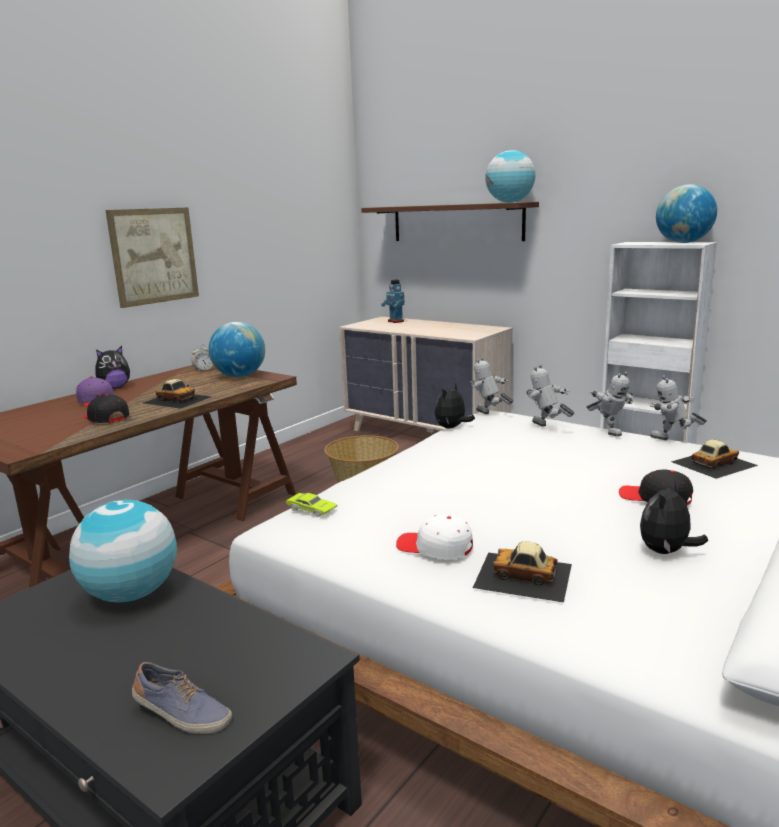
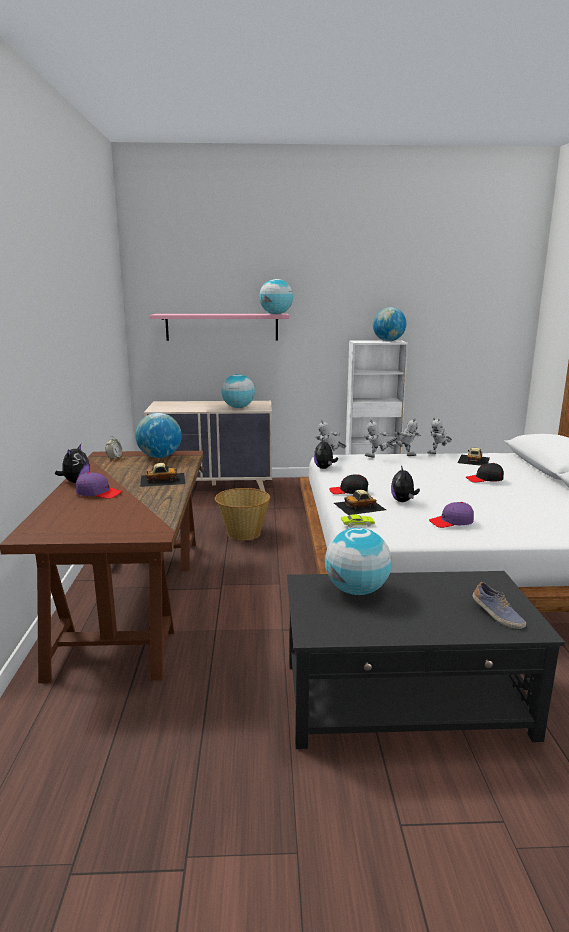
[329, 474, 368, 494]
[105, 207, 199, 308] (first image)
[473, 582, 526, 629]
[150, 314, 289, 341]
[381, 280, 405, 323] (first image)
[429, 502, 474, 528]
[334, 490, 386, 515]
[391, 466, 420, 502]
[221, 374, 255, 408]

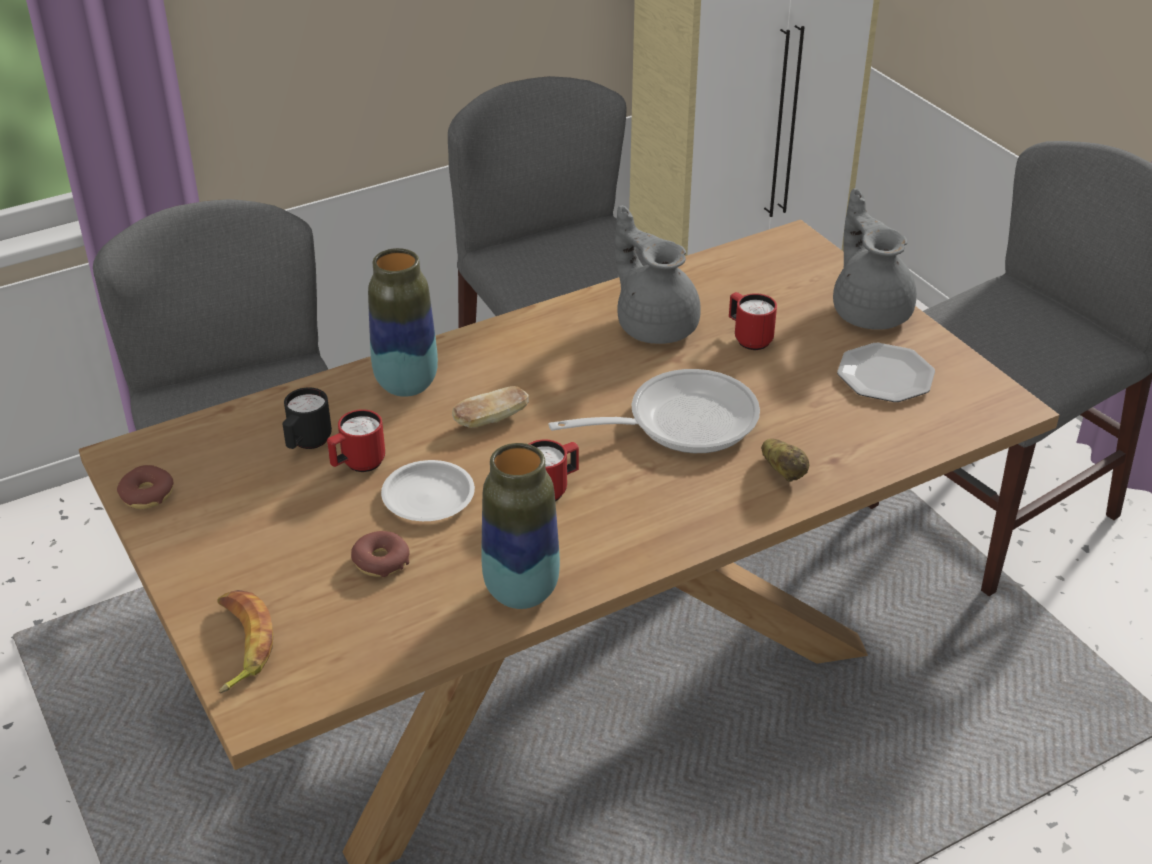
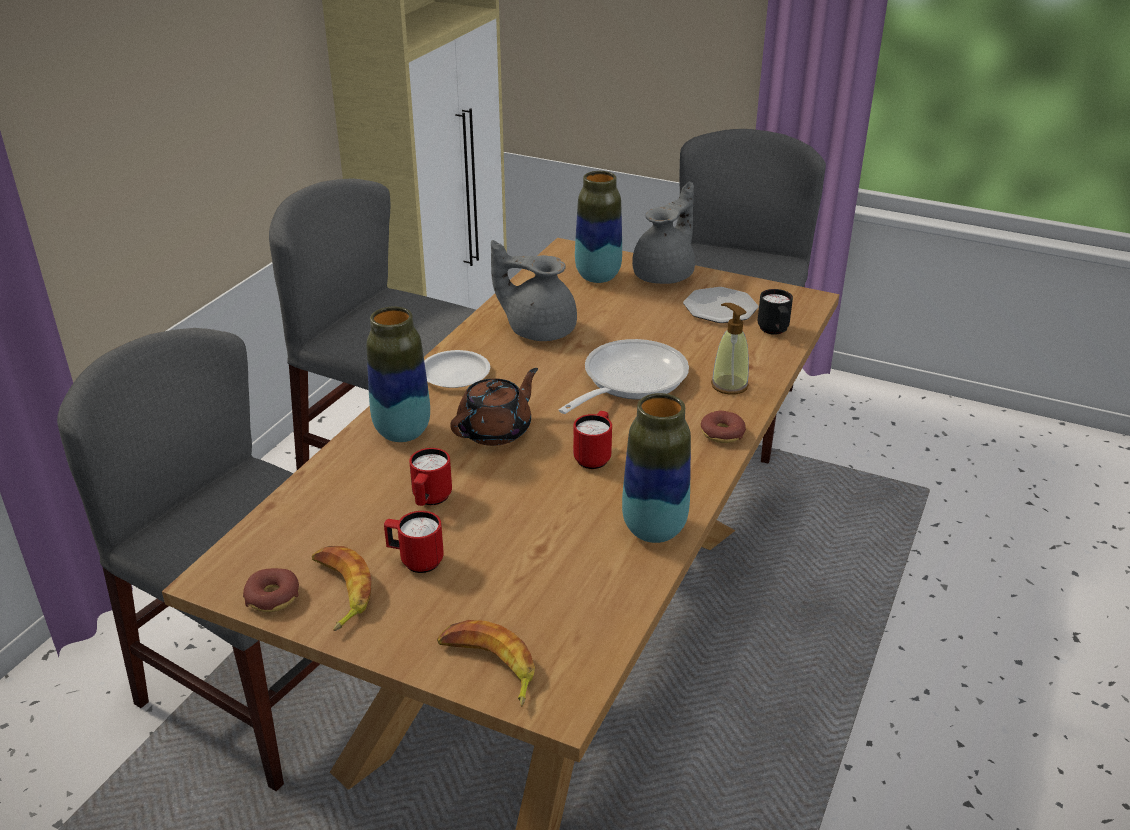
[758, 289, 793, 335]
[701, 411, 746, 443]
[424, 350, 490, 388]
[450, 368, 538, 446]
[384, 511, 444, 573]
[711, 303, 749, 395]
[632, 181, 695, 284]
[312, 546, 372, 631]
[575, 171, 622, 283]

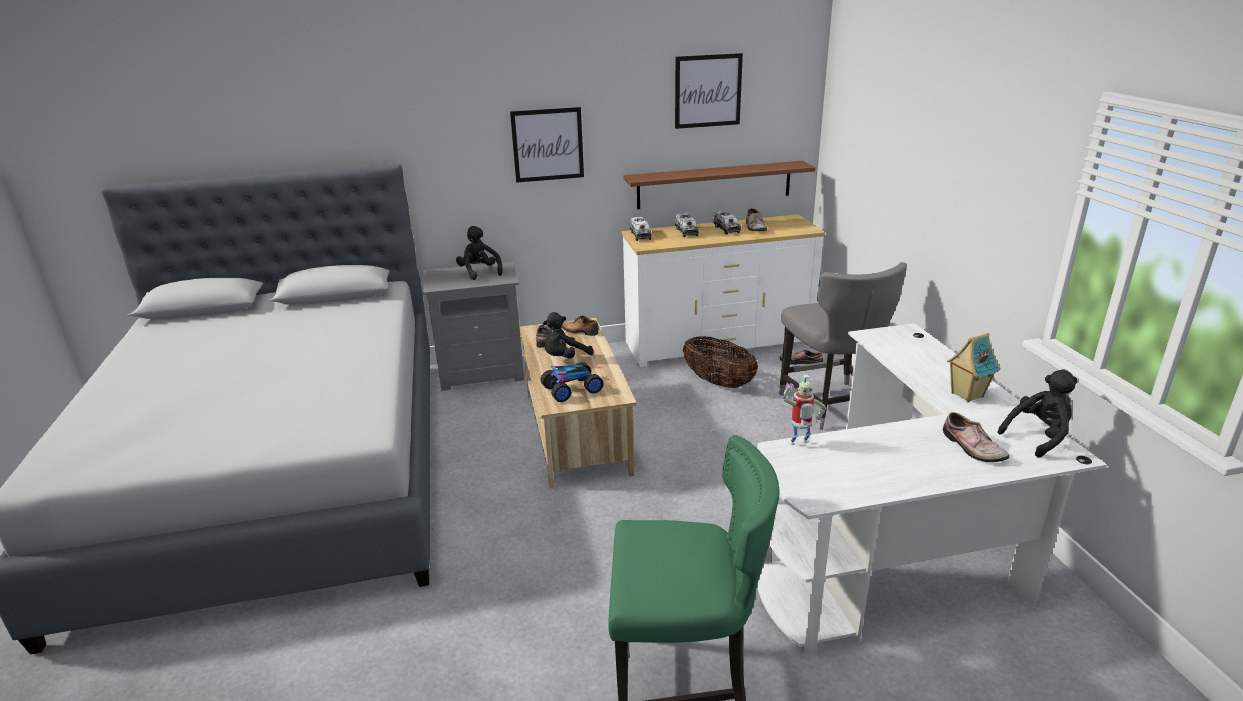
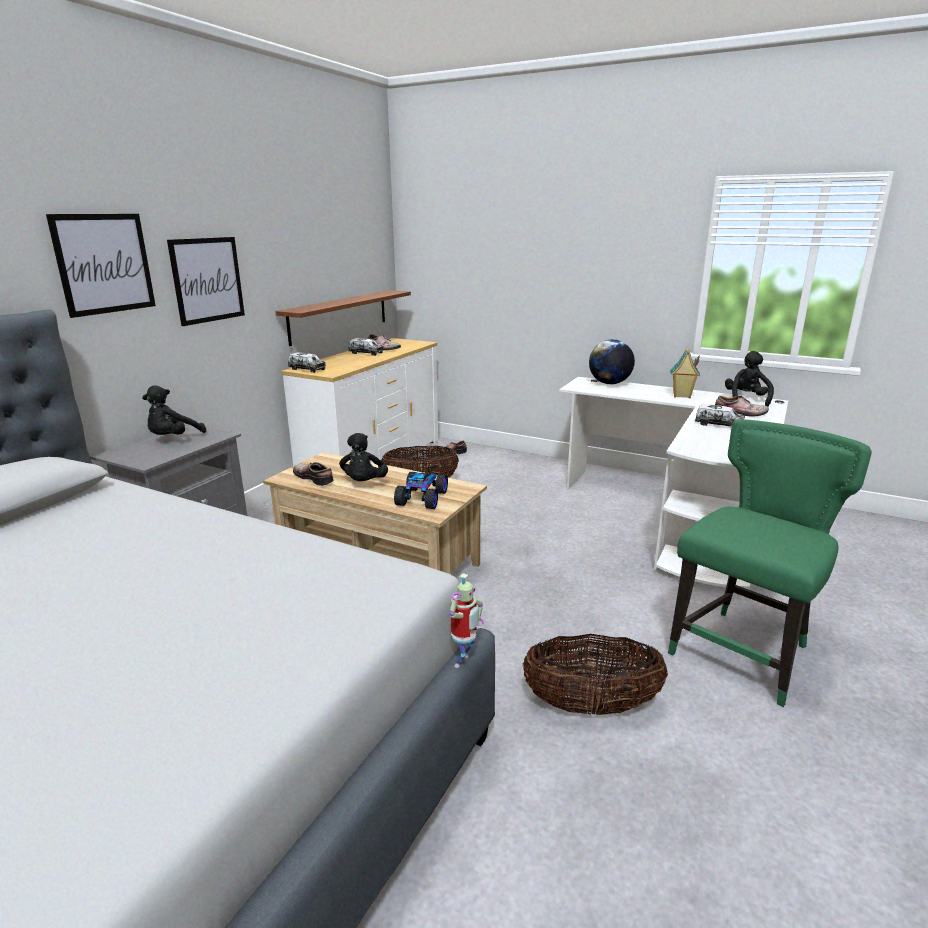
[142, 385, 206, 435]
[562, 316, 599, 336] (first image)
[46, 214, 156, 318]
[695, 404, 745, 426]
[779, 262, 907, 430] (first image)
[449, 573, 484, 668]
[523, 634, 668, 715]
[589, 339, 635, 384]

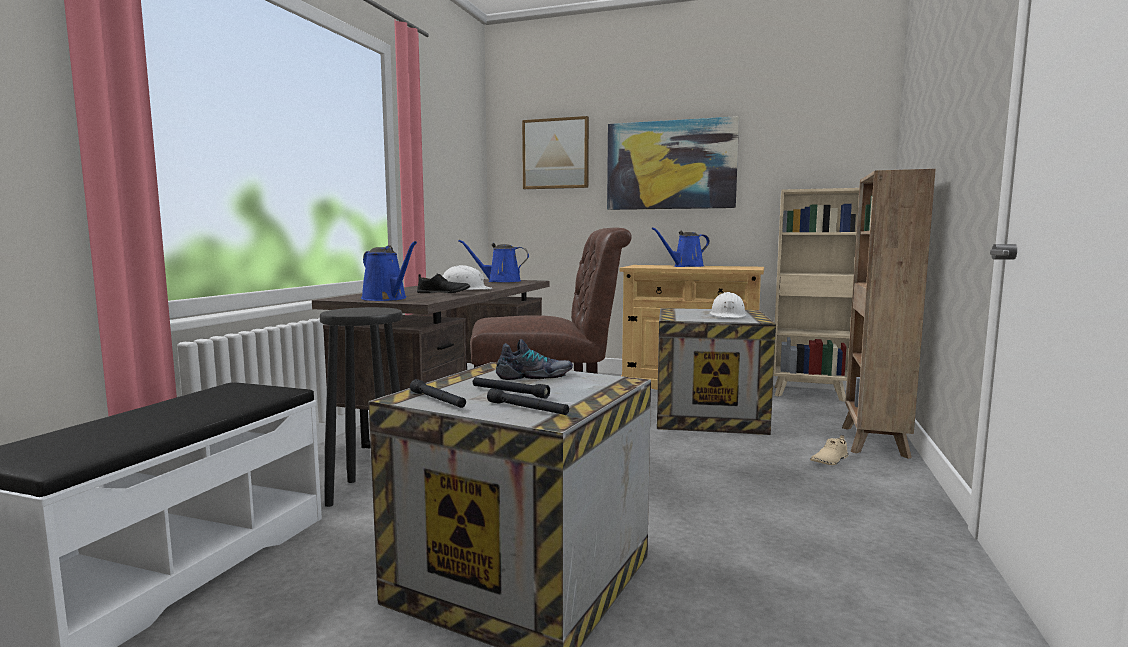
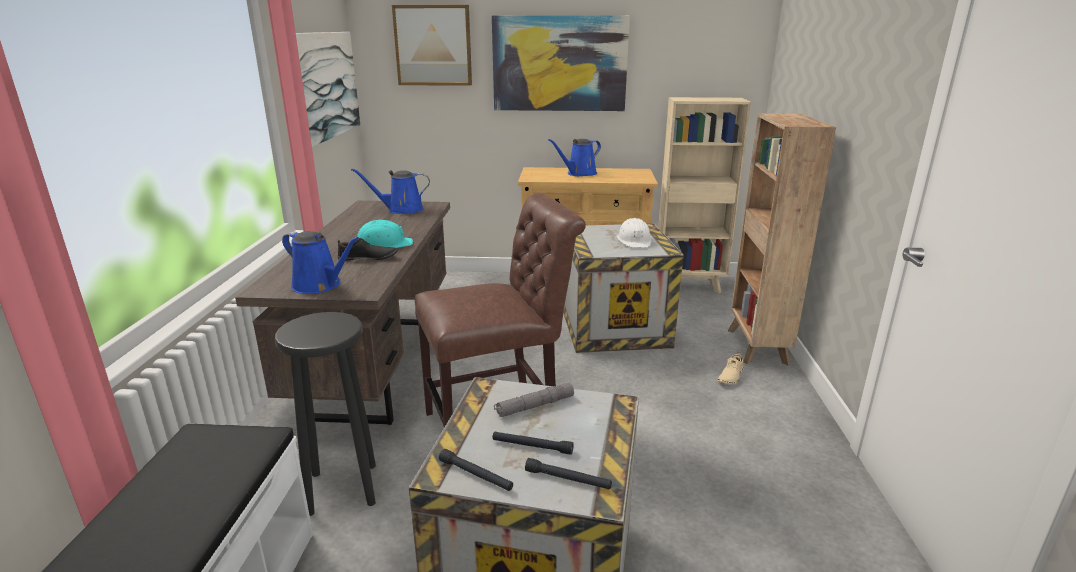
[355, 220, 413, 248]
[494, 383, 574, 417]
[296, 32, 360, 147]

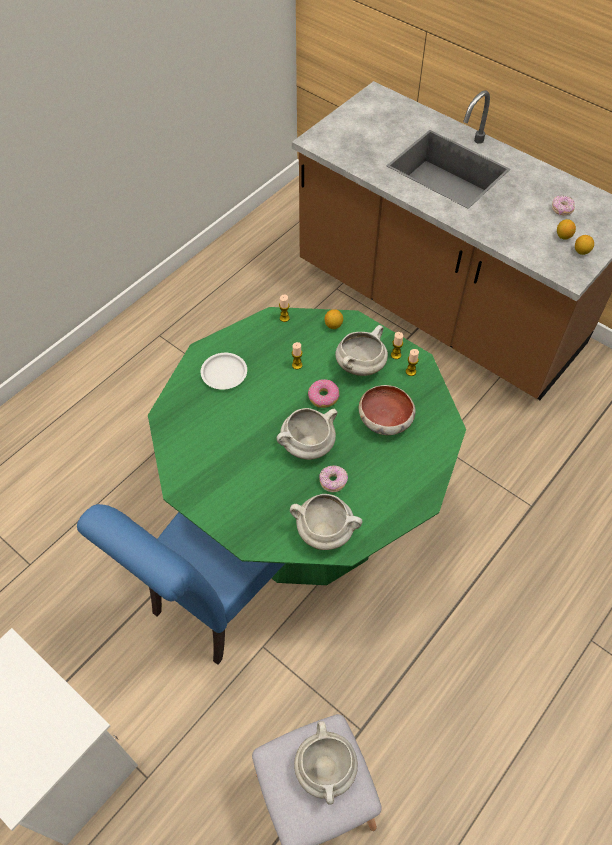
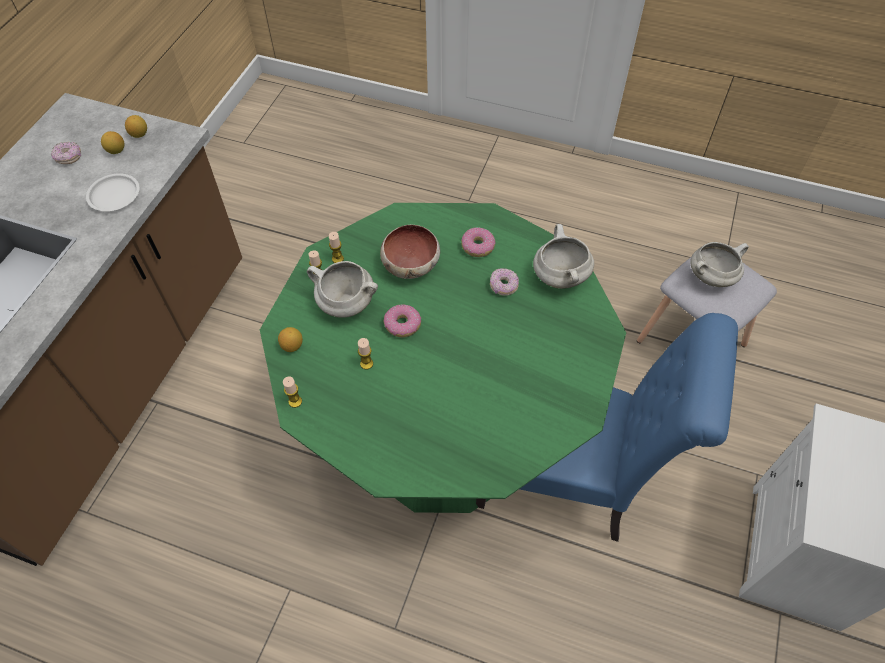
[86, 173, 140, 211]
[277, 408, 338, 460] (first image)
[461, 227, 495, 257]

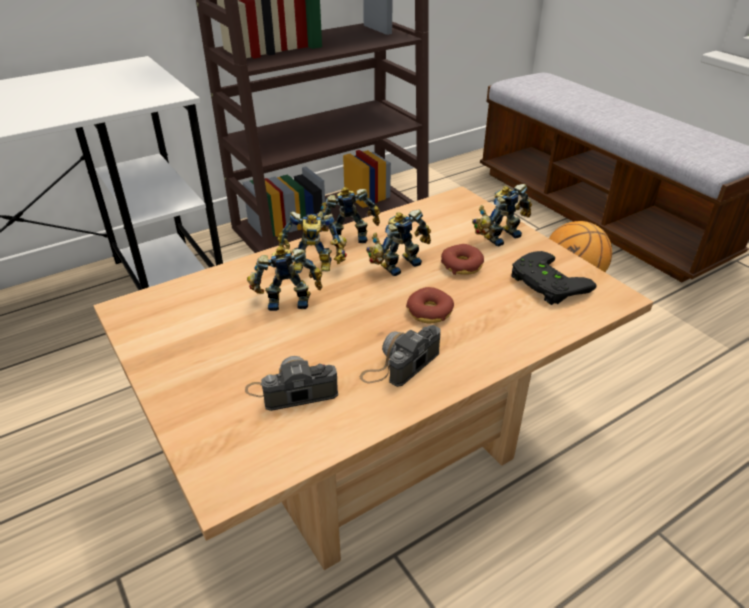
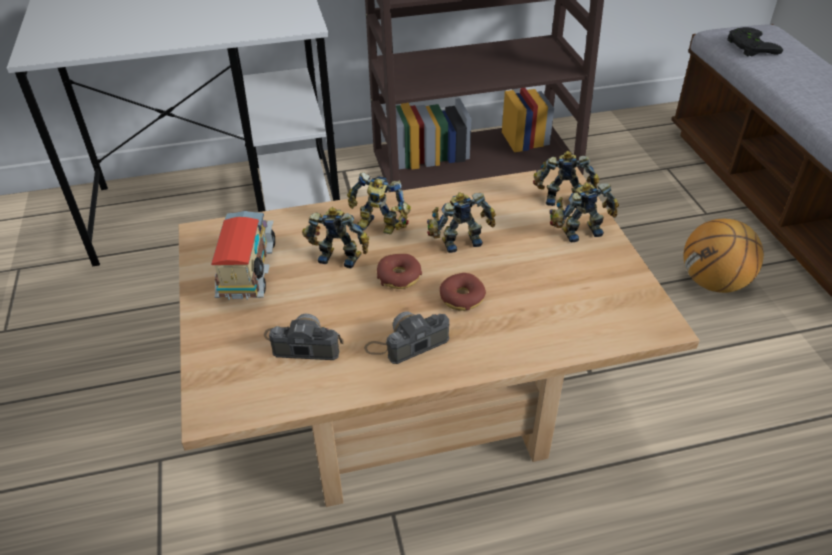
[533, 151, 599, 208]
[377, 254, 422, 289]
[727, 27, 783, 57]
[211, 211, 275, 300]

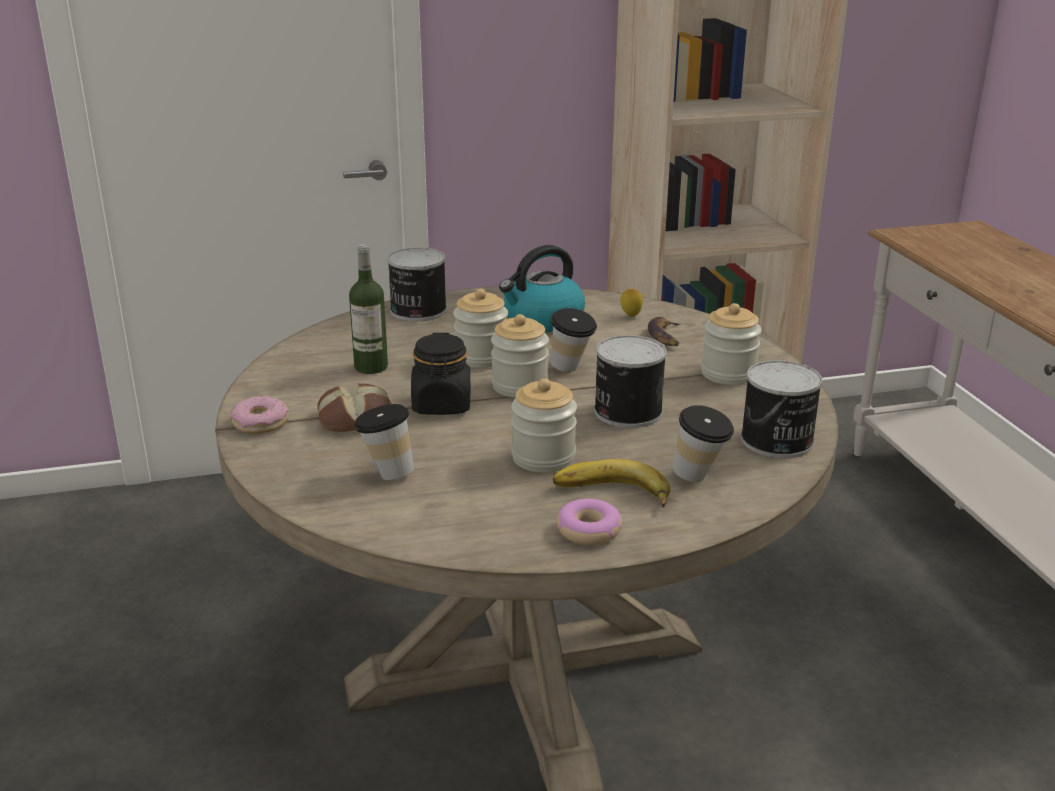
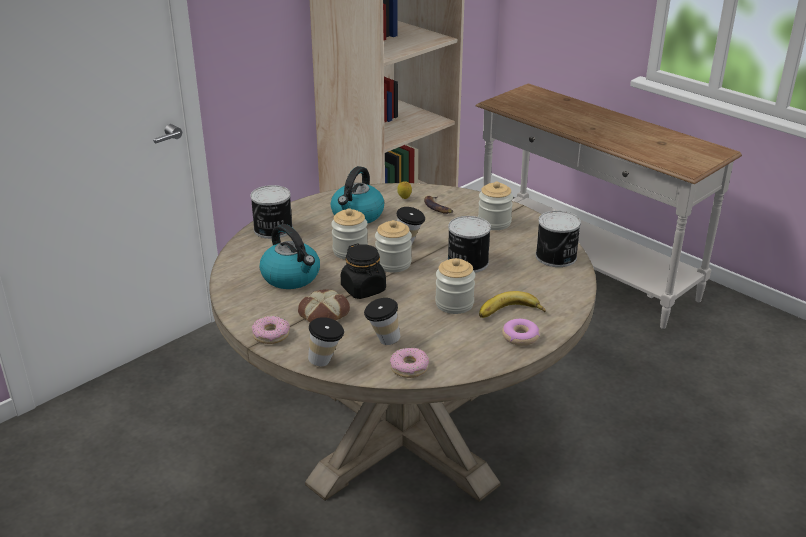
[260, 224, 320, 289]
[308, 317, 344, 366]
[390, 348, 429, 378]

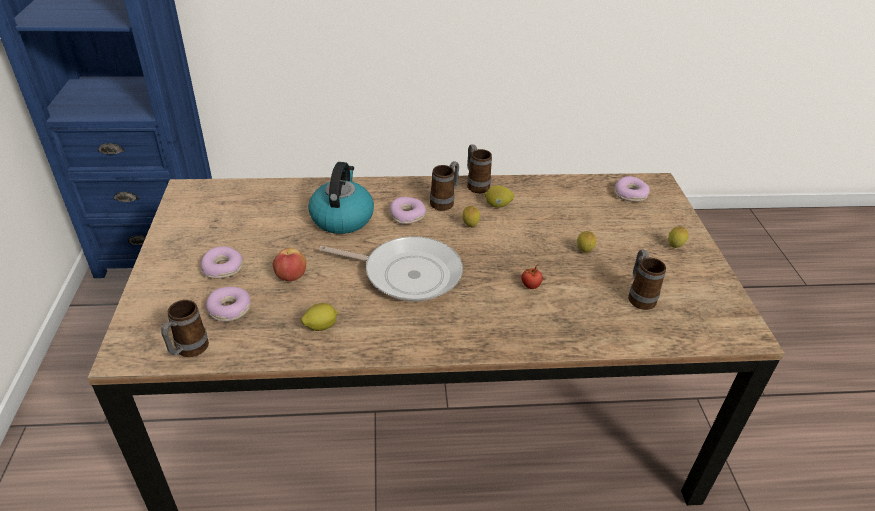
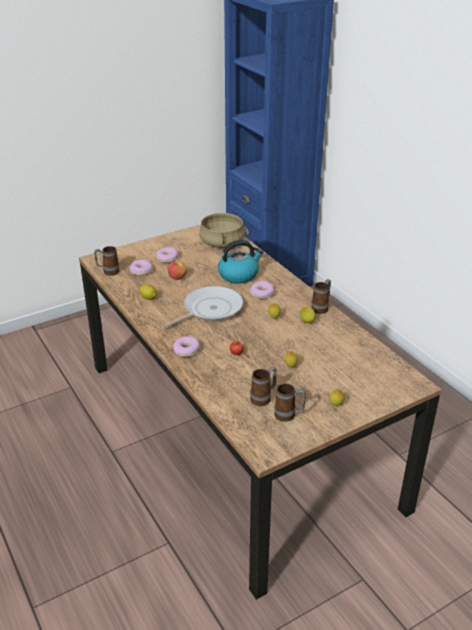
[161, 286, 243, 328]
[274, 383, 306, 422]
[173, 336, 200, 357]
[199, 213, 245, 248]

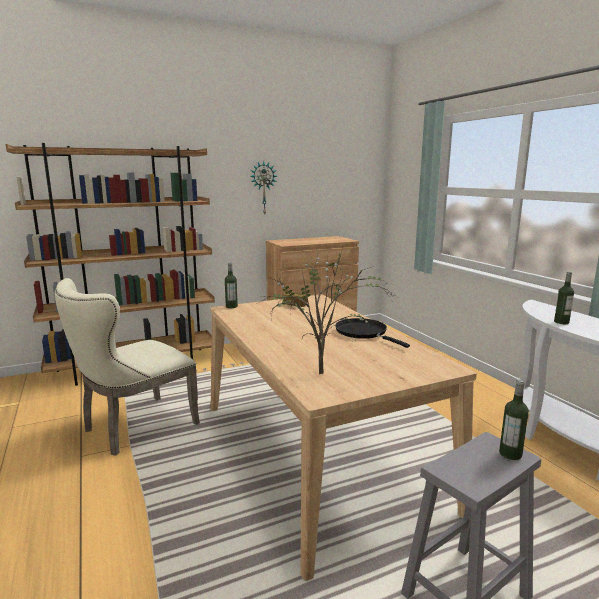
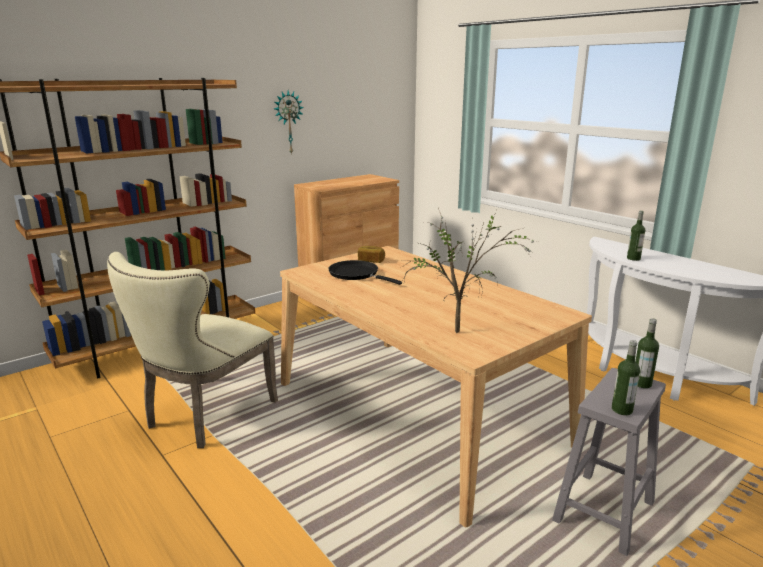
[612, 340, 640, 415]
[328, 260, 402, 285]

